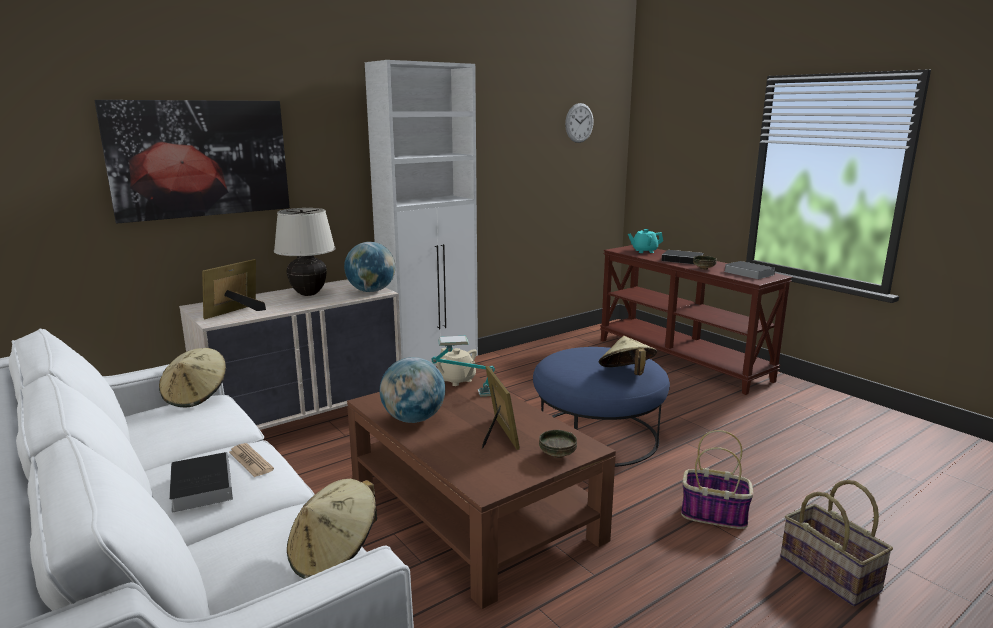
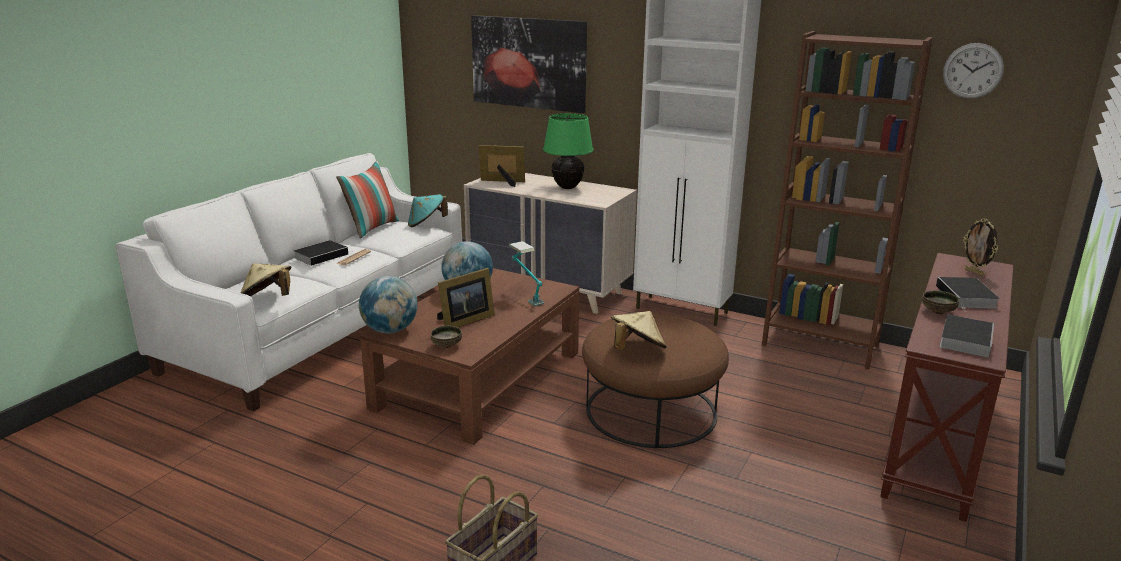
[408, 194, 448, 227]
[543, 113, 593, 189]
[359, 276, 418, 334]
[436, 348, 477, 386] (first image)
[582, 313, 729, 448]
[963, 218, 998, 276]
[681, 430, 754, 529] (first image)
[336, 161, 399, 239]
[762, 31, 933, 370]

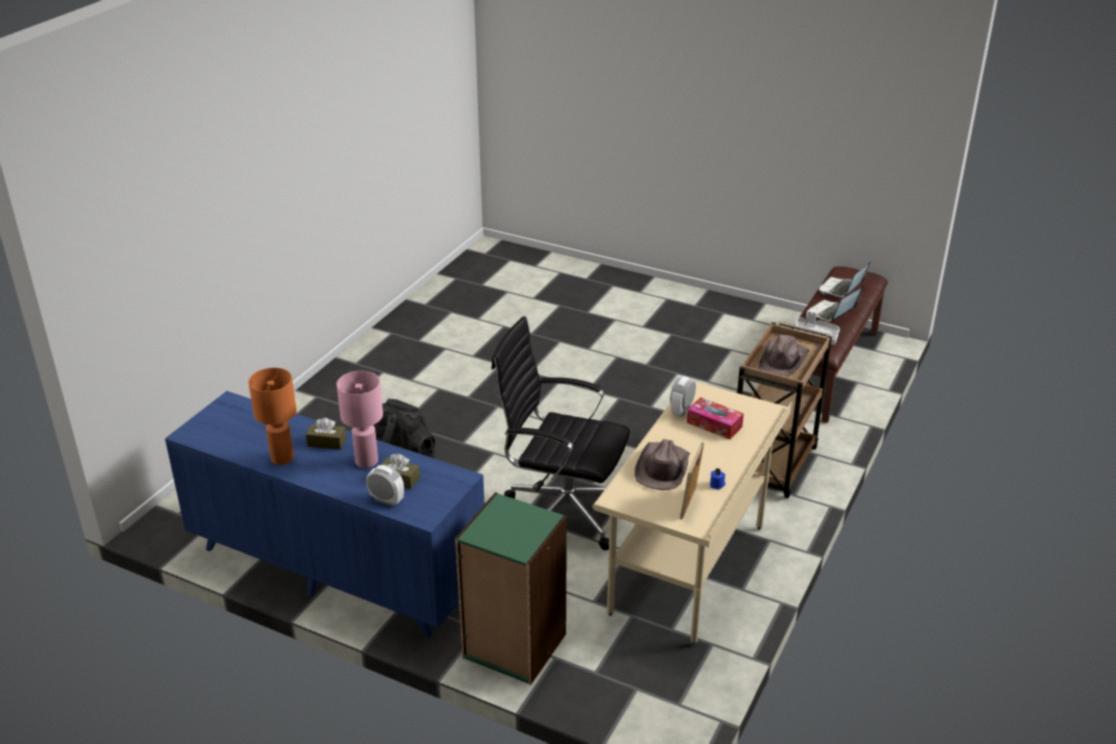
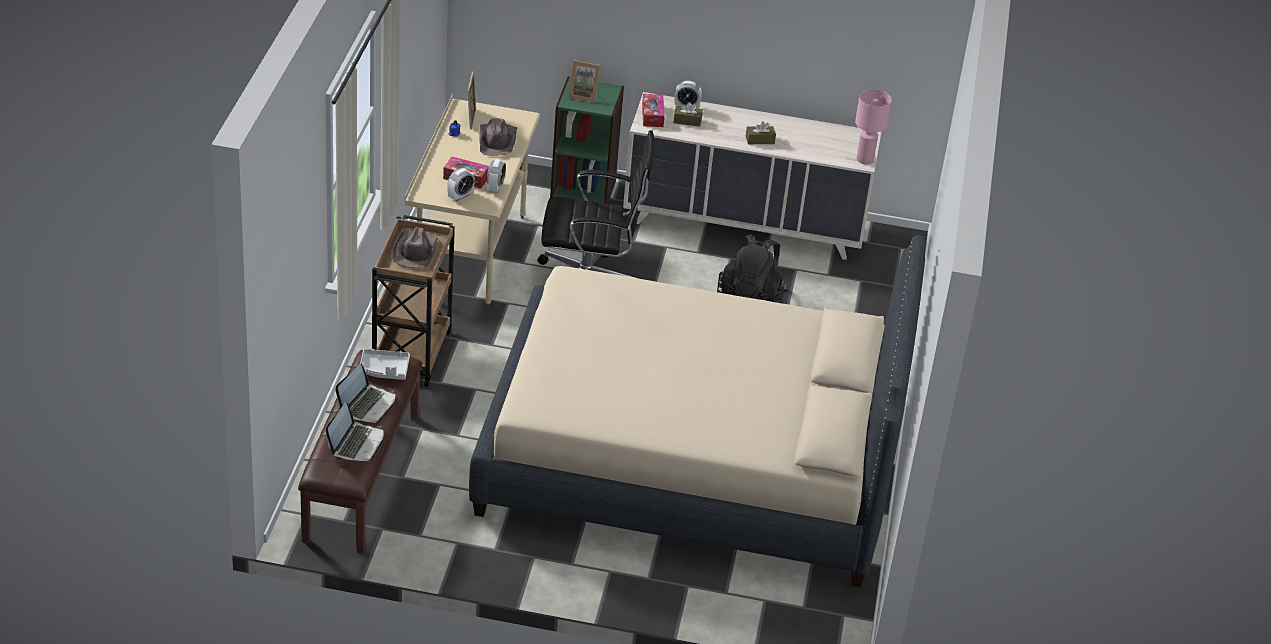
[623, 92, 882, 260]
[248, 368, 297, 465] (first image)
[855, 89, 892, 165]
[447, 168, 475, 201]
[469, 235, 926, 587]
[569, 60, 600, 103]
[642, 94, 665, 127]

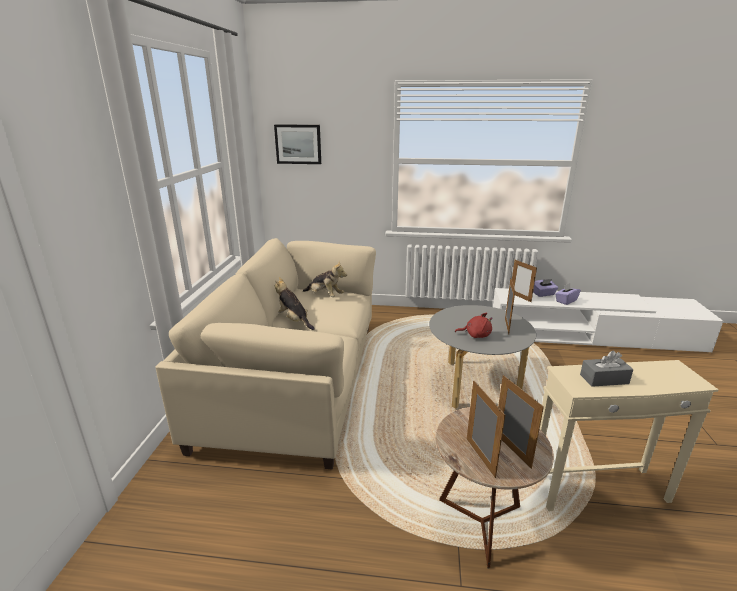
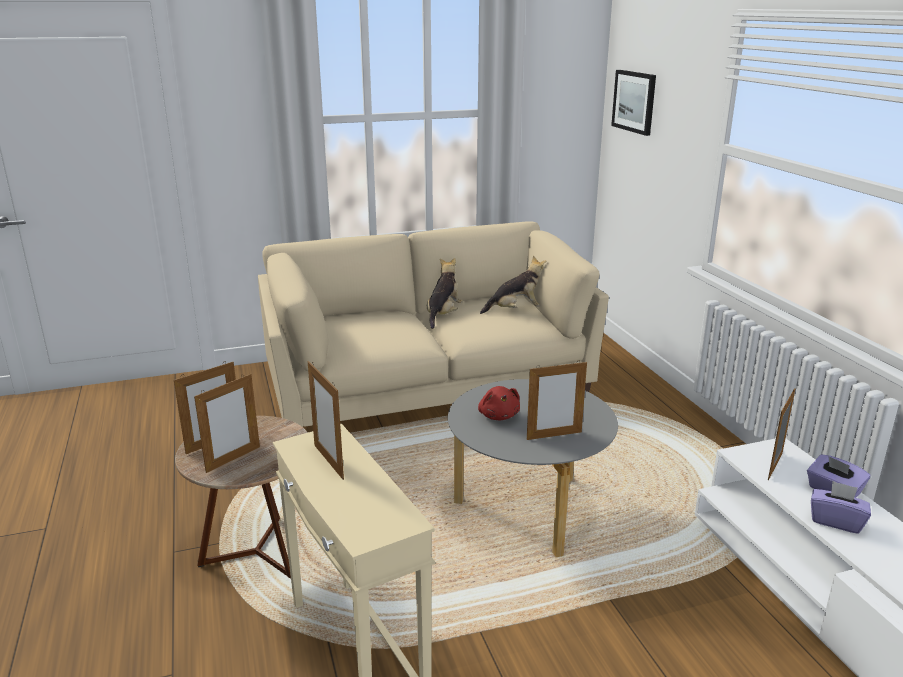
[480, 256, 546, 314]
[308, 361, 344, 480]

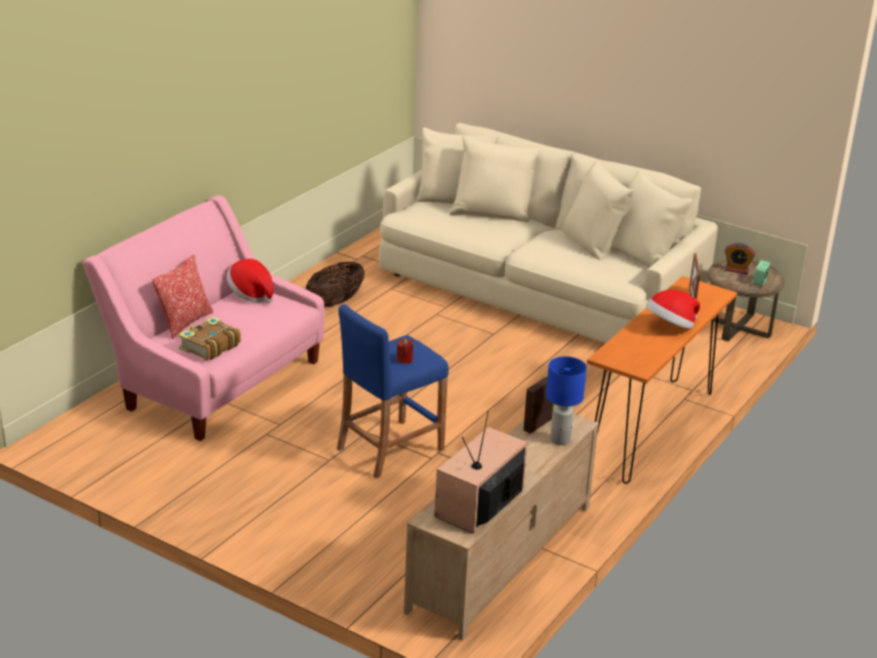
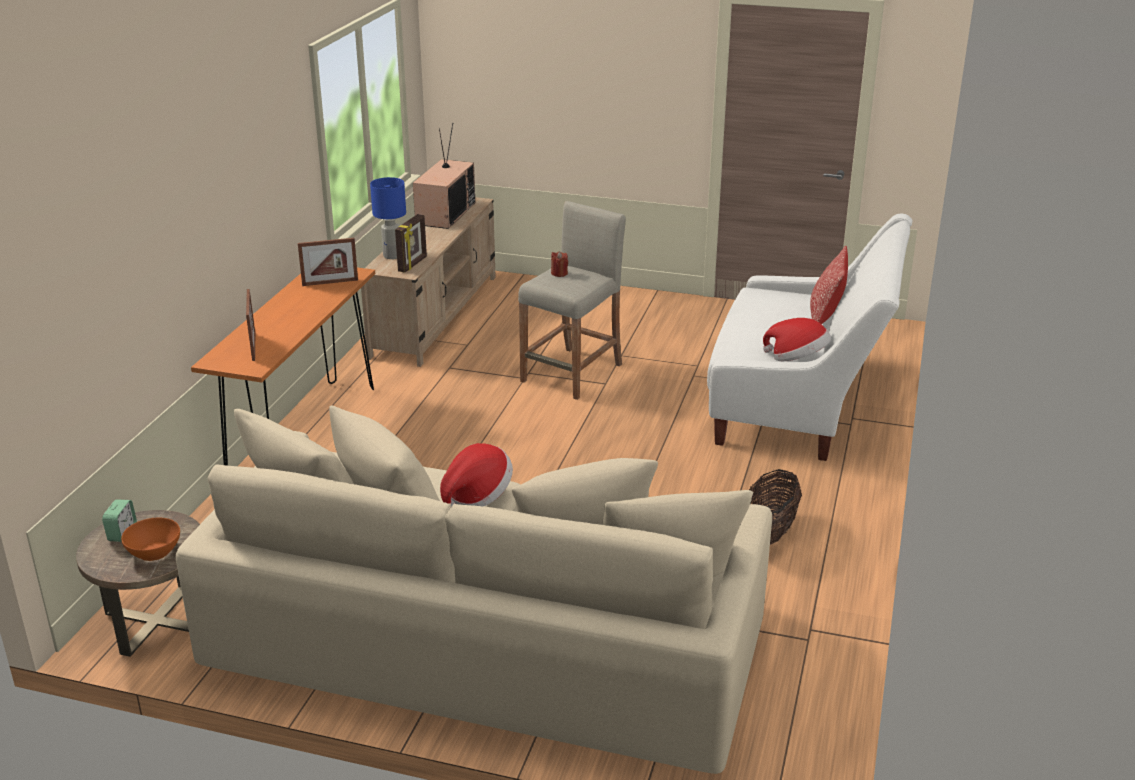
[707, 214, 913, 461]
[178, 317, 241, 360] (first image)
[518, 201, 626, 400]
[440, 443, 513, 507]
[121, 518, 180, 561]
[298, 238, 358, 286]

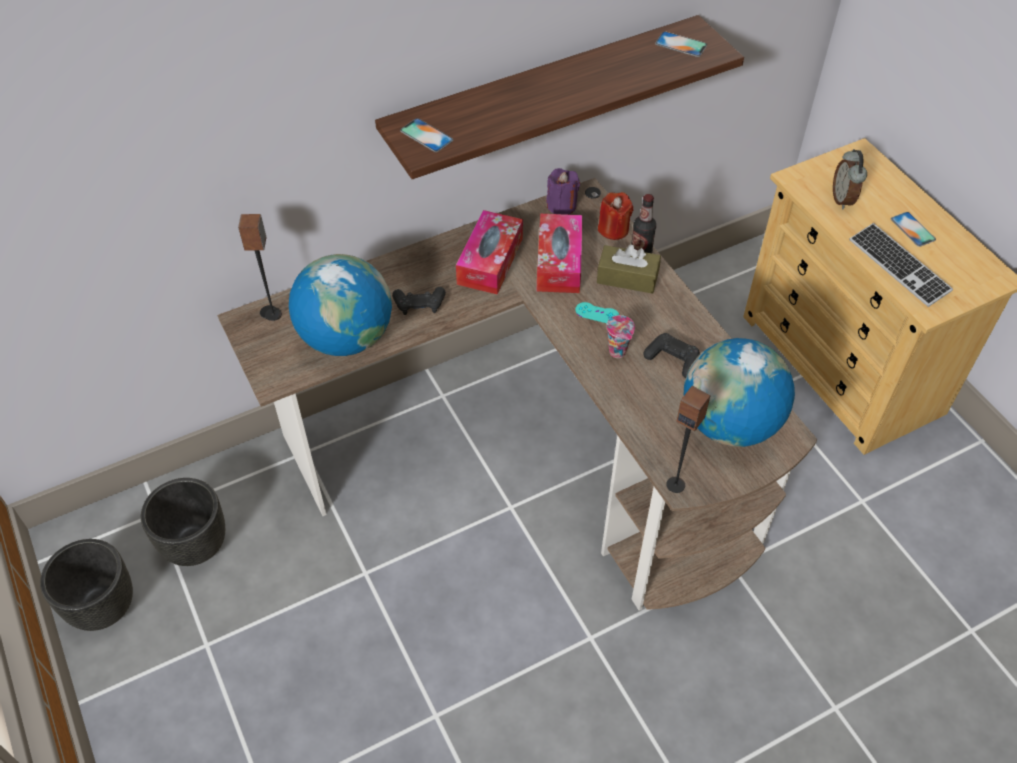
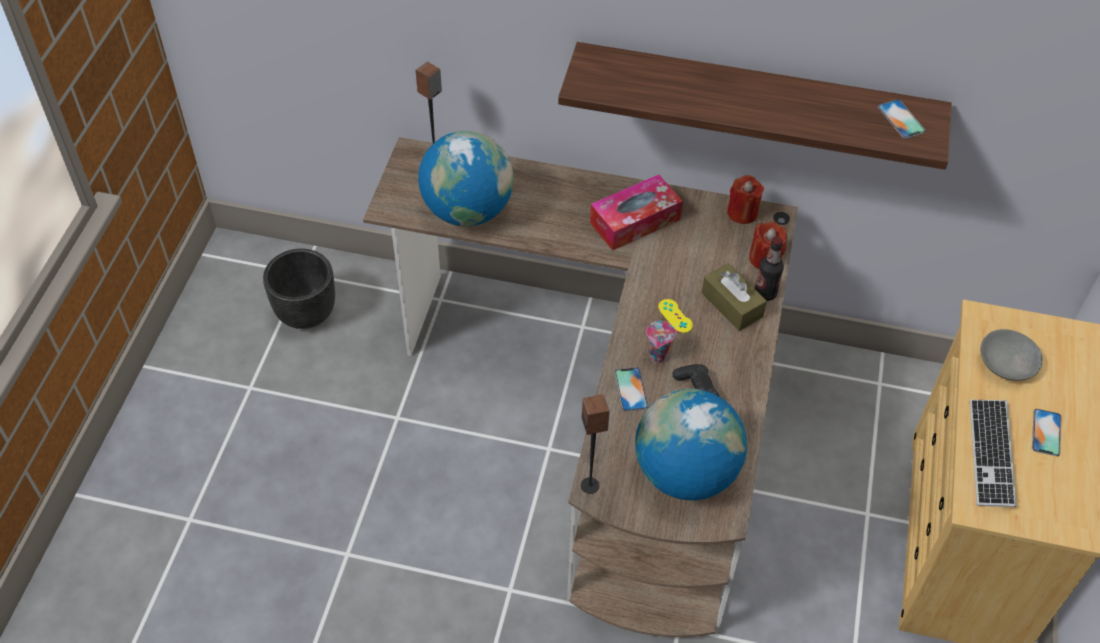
[40, 539, 133, 631] (first image)
[392, 287, 446, 315] (first image)
[614, 367, 648, 411]
[536, 214, 582, 293] (first image)
[727, 175, 764, 224]
[658, 299, 693, 333]
[980, 329, 1043, 381]

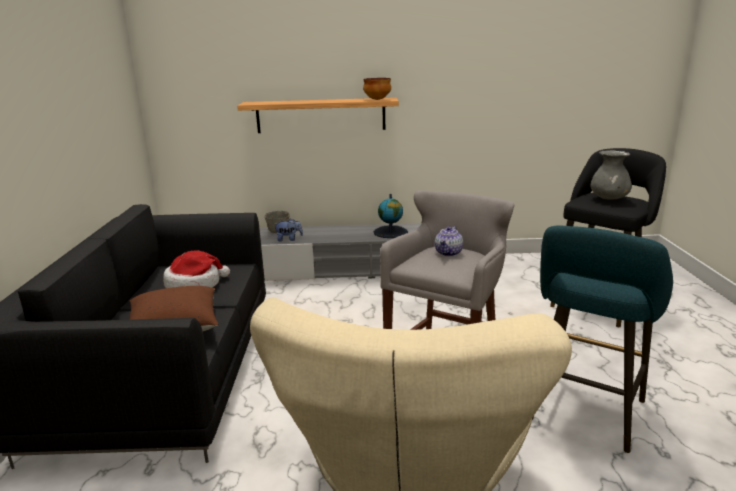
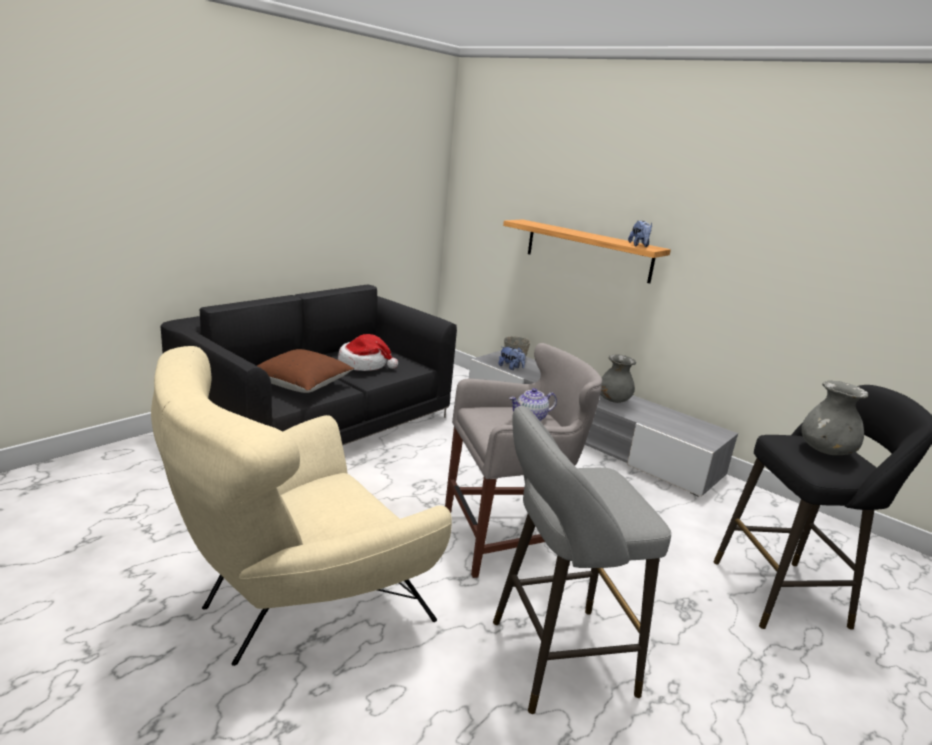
[628, 221, 652, 247]
[600, 354, 636, 403]
[493, 406, 671, 714]

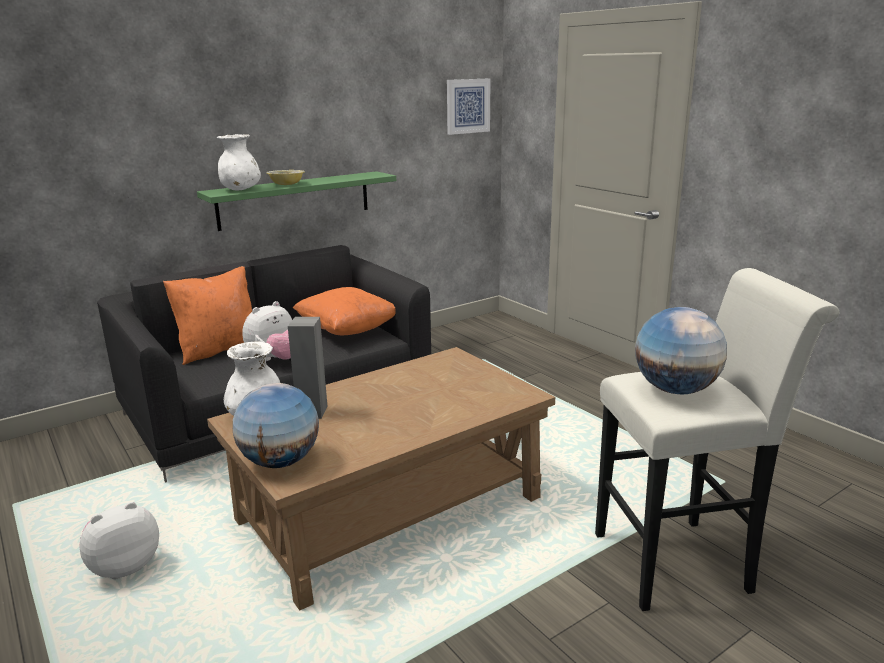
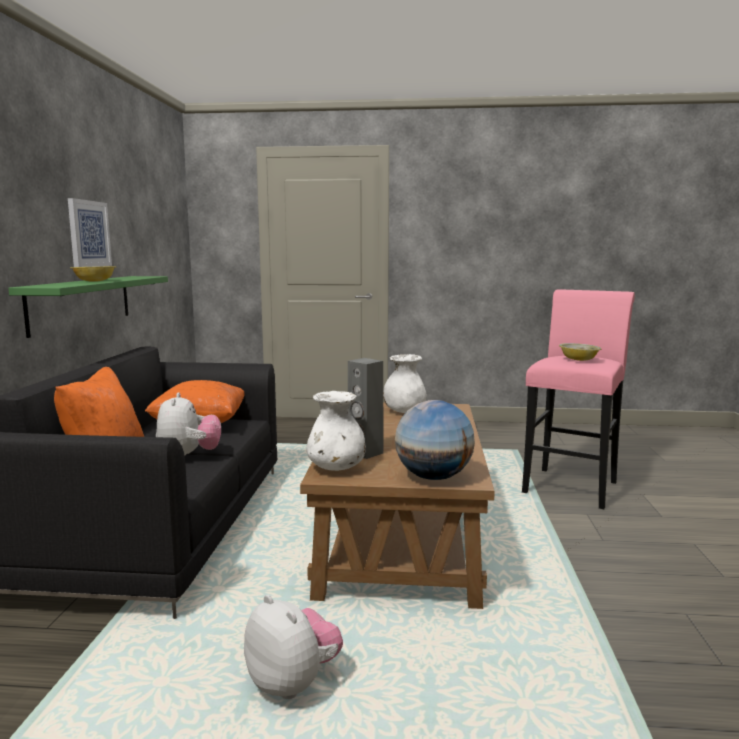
[244, 595, 343, 699]
[383, 354, 427, 413]
[68, 198, 112, 267]
[522, 289, 635, 509]
[559, 343, 601, 361]

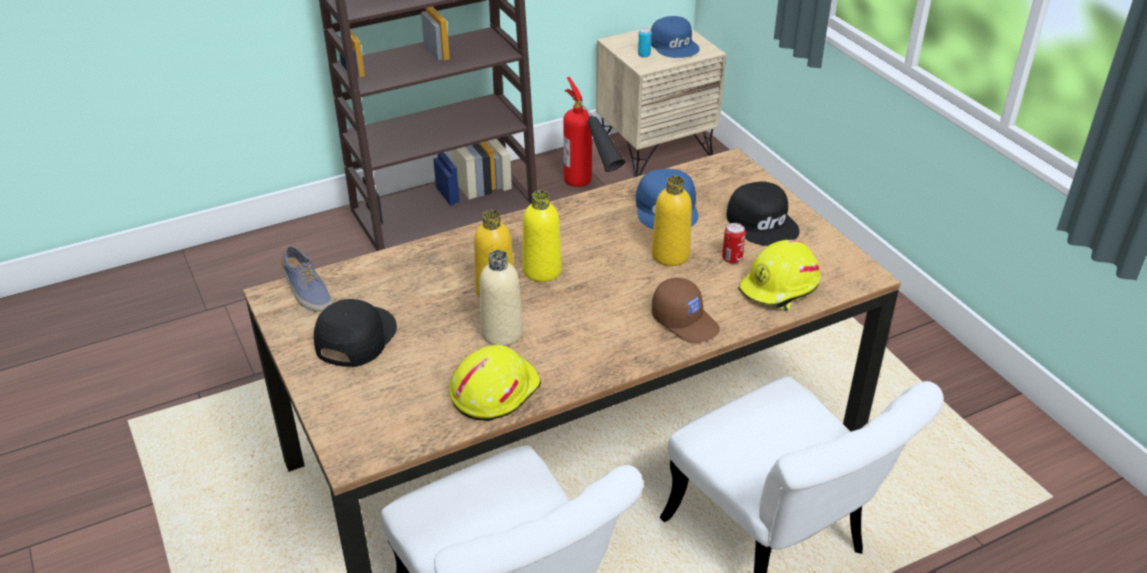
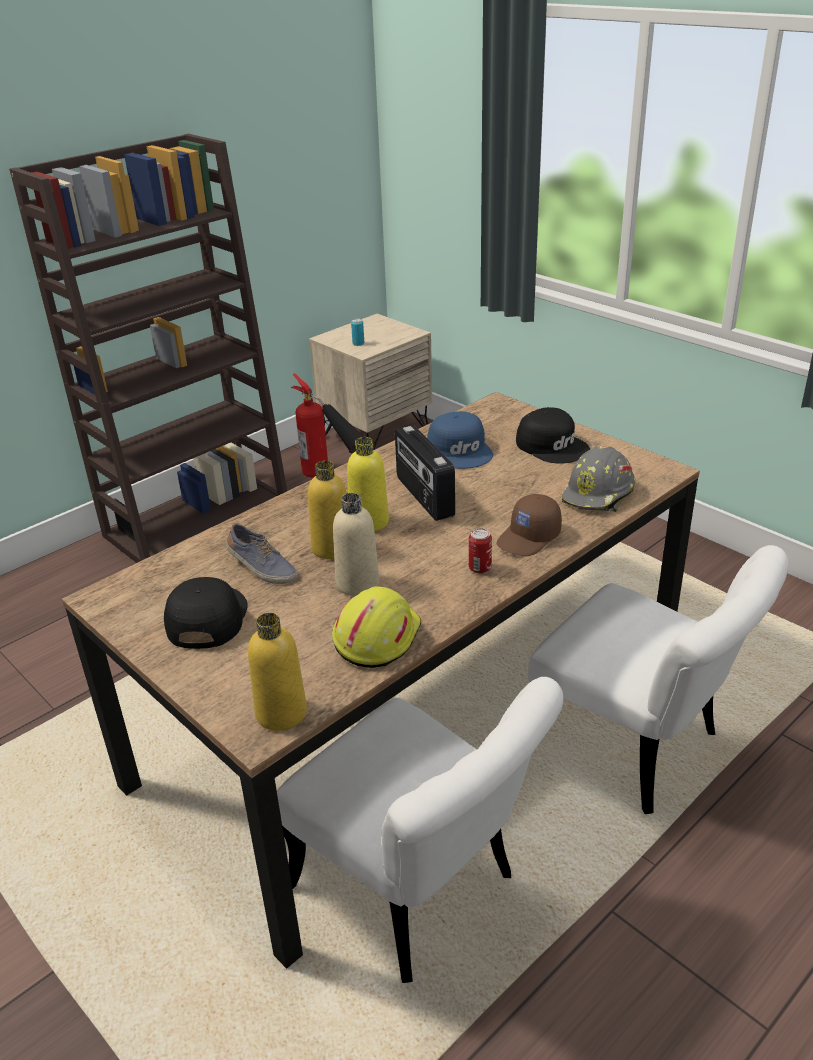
[226, 523, 298, 584]
[651, 16, 700, 58] (first image)
[248, 613, 307, 731]
[496, 494, 562, 556]
[469, 528, 492, 574]
[562, 446, 635, 512]
[395, 425, 455, 521]

